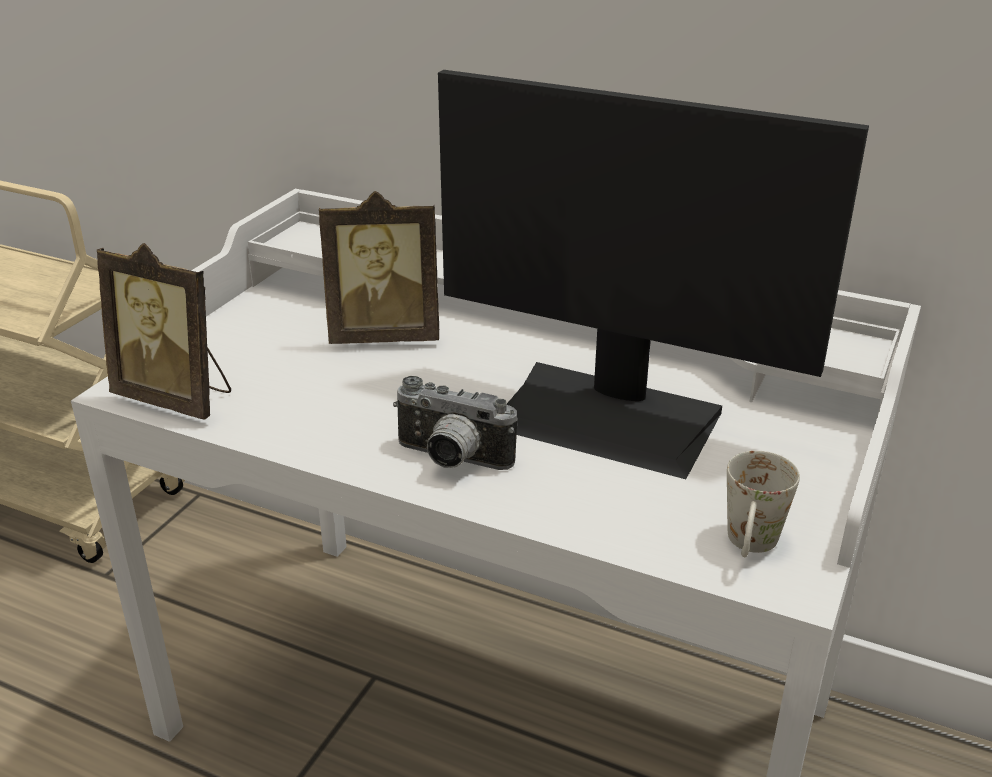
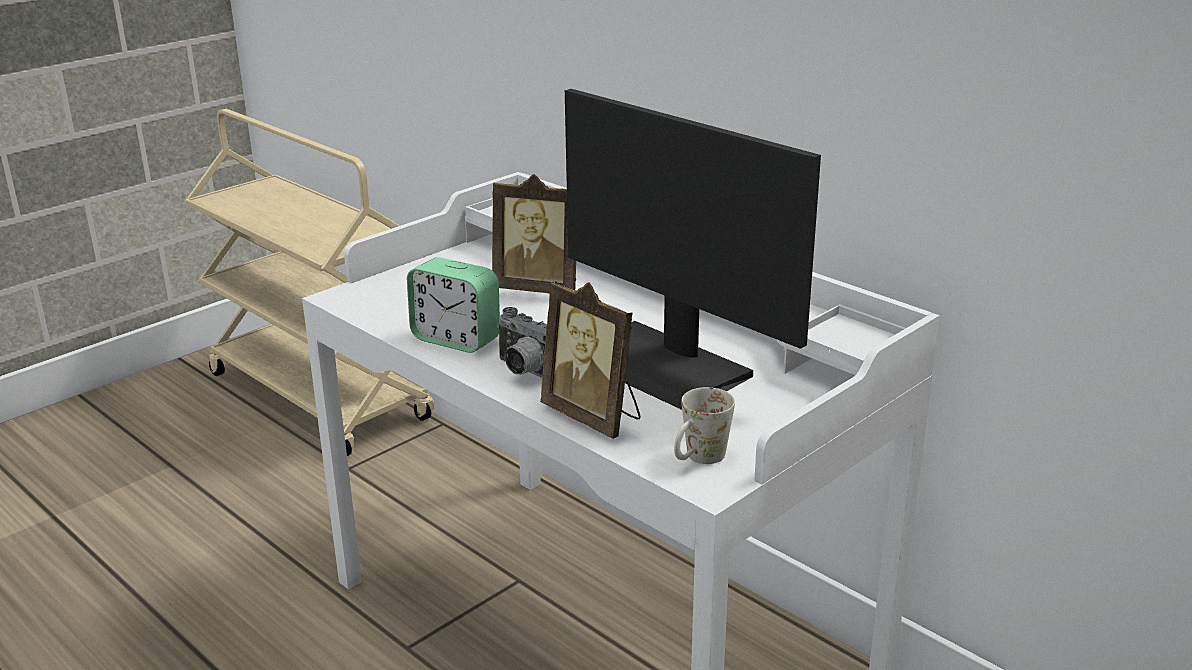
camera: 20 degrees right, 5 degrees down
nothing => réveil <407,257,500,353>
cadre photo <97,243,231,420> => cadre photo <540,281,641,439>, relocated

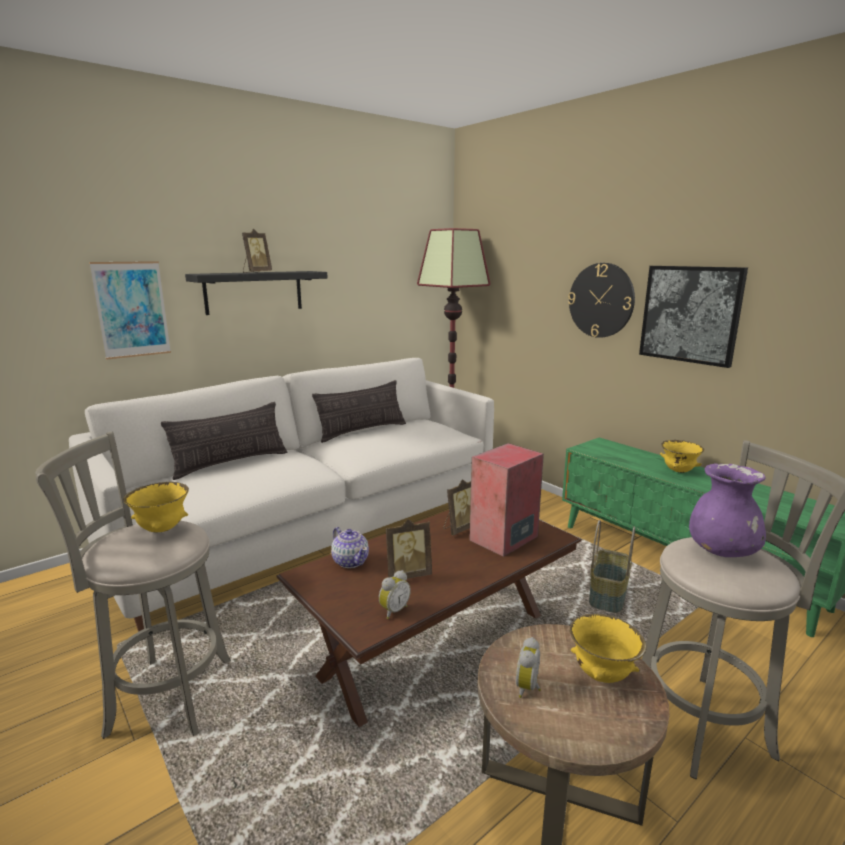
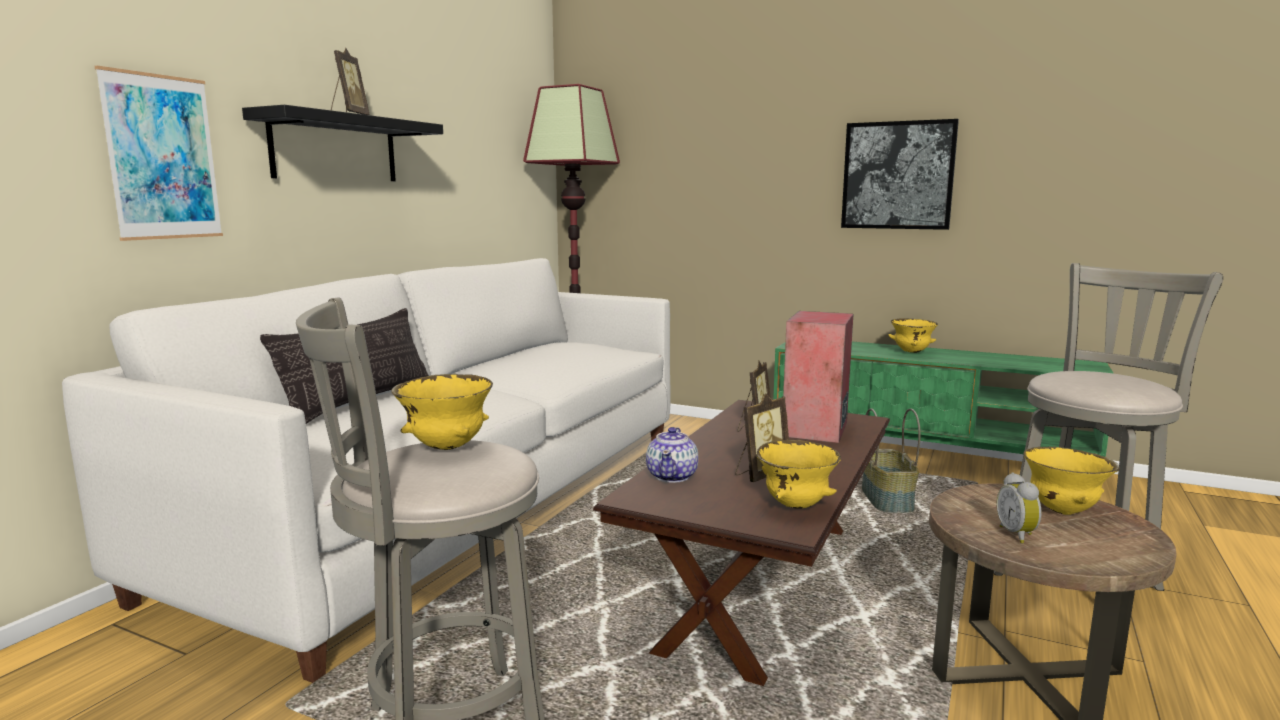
camera: 25 degrees left, 5 degrees down
coussin <312,380,406,443> => nothing
horloge murale <568,263,635,338> => nothing
vase/violet <689,463,766,557> => nothing
réveil <379,570,411,619> => bol/jaune <756,440,841,508>
théière <331,527,369,568> => théière <646,427,698,483>, 75 degrees clockwise

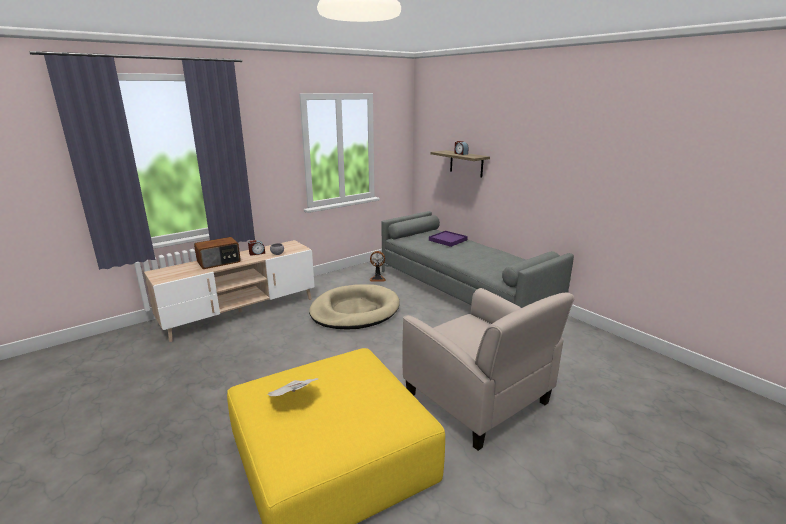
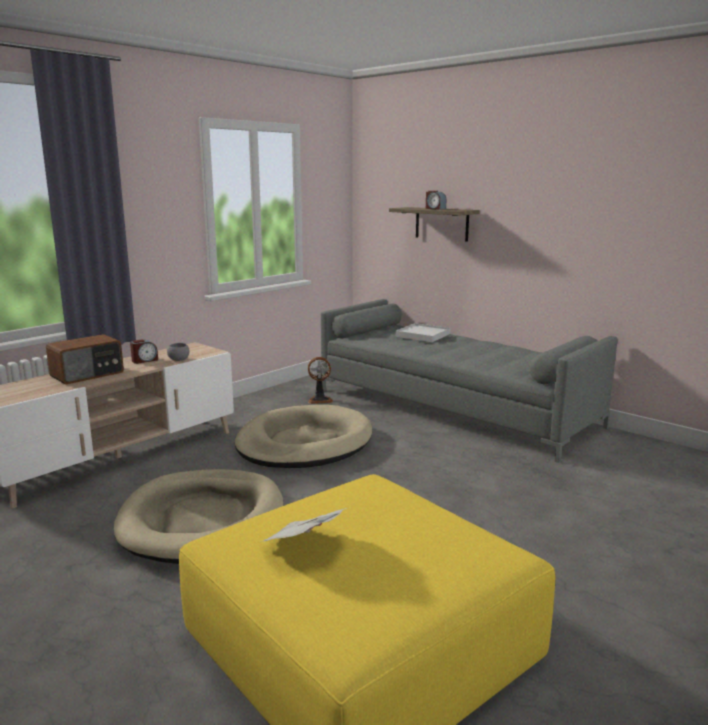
camera: 10 degrees left, 5 degrees down
fauteuil/beige <403,288,574,451> => nothing
nothing => panier pour chien/beige <114,469,284,564>
plateau/violet <429,231,468,247> => plateau/blanc <395,323,451,342>

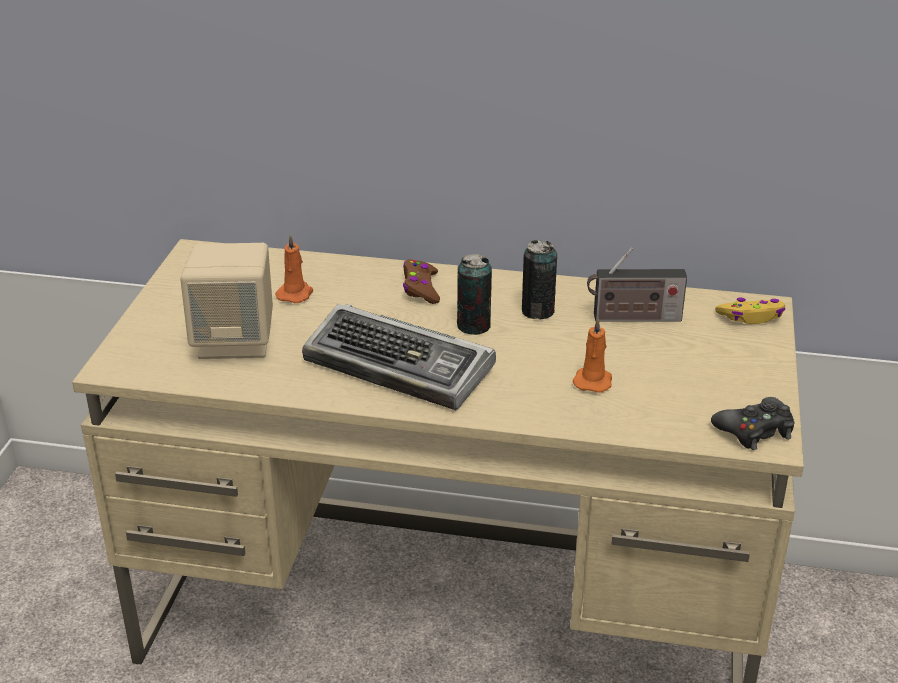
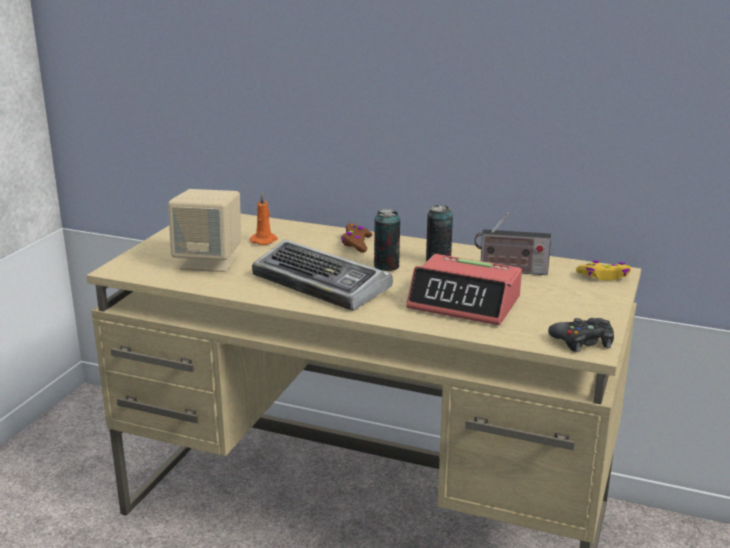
camera: 10 degrees right, 10 degrees down
bougie/orange <573,317,612,393> => réveil <406,254,522,325>

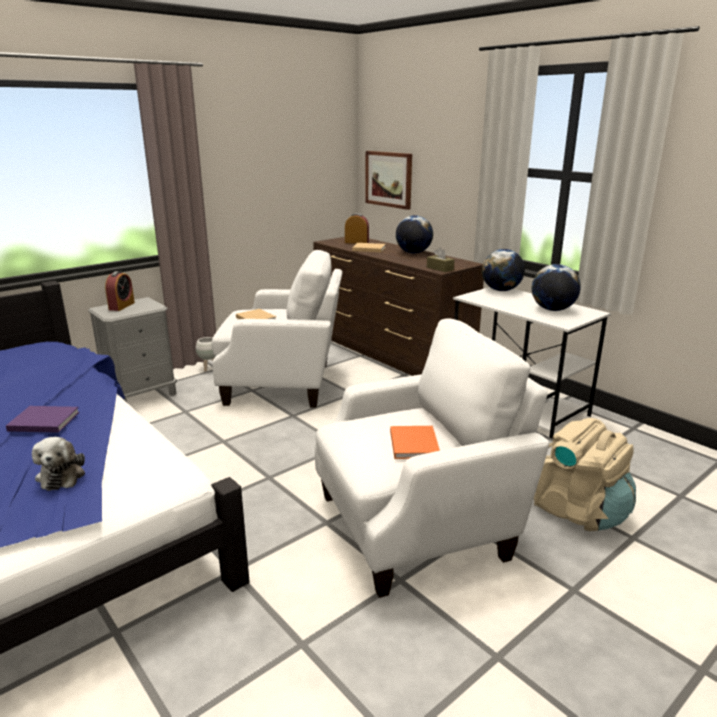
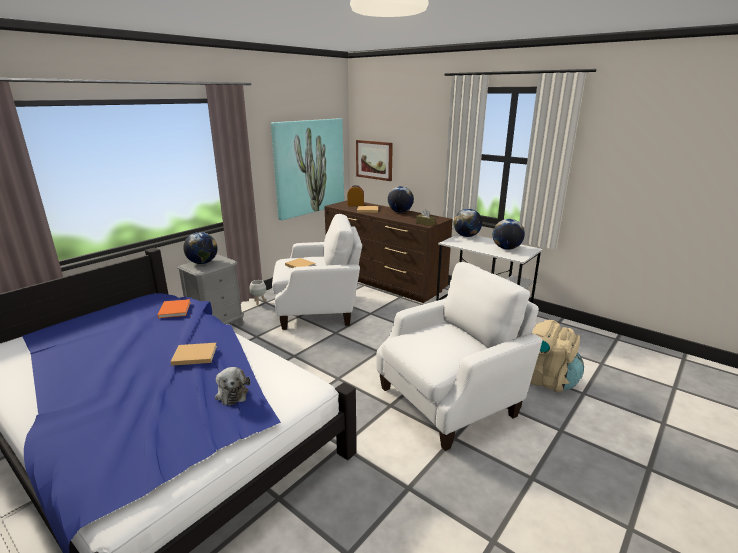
camera: 10 degrees left, 0 degrees up
nothing => tableau <271,118,344,220>
livre/orange <390,426,440,459> => livre/orange <158,299,191,318>, relocated
réveil <105,271,135,311> => globe <183,232,218,264>
livre/violet <6,406,79,433> => livre/beige <171,343,217,366>

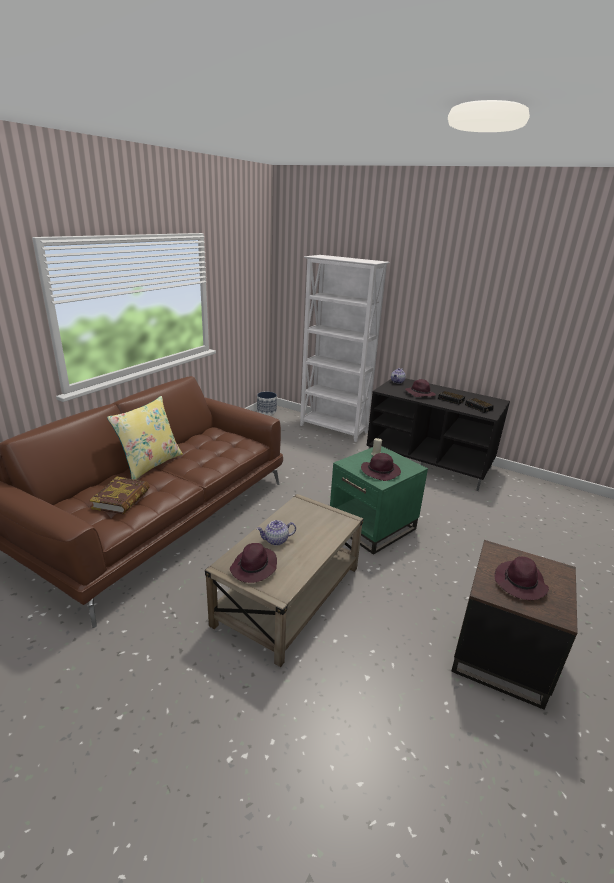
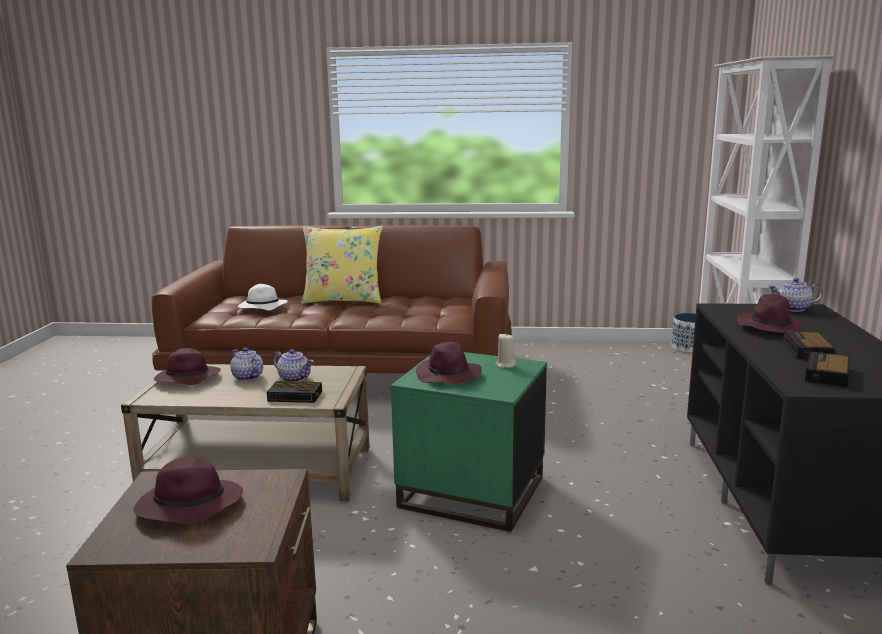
camera: 65 degrees right, 10 degrees down
nothing => réveil <267,381,322,403>
nothing => théière <273,349,313,382>
livre <90,477,150,514> => chapeau/blanc <238,284,288,311>

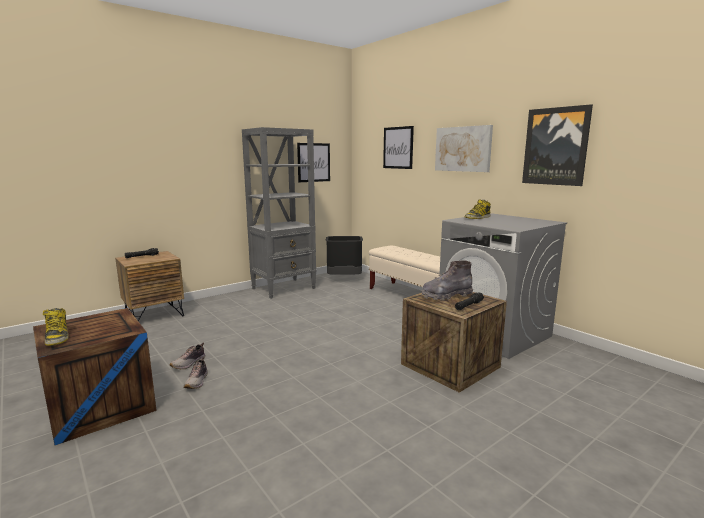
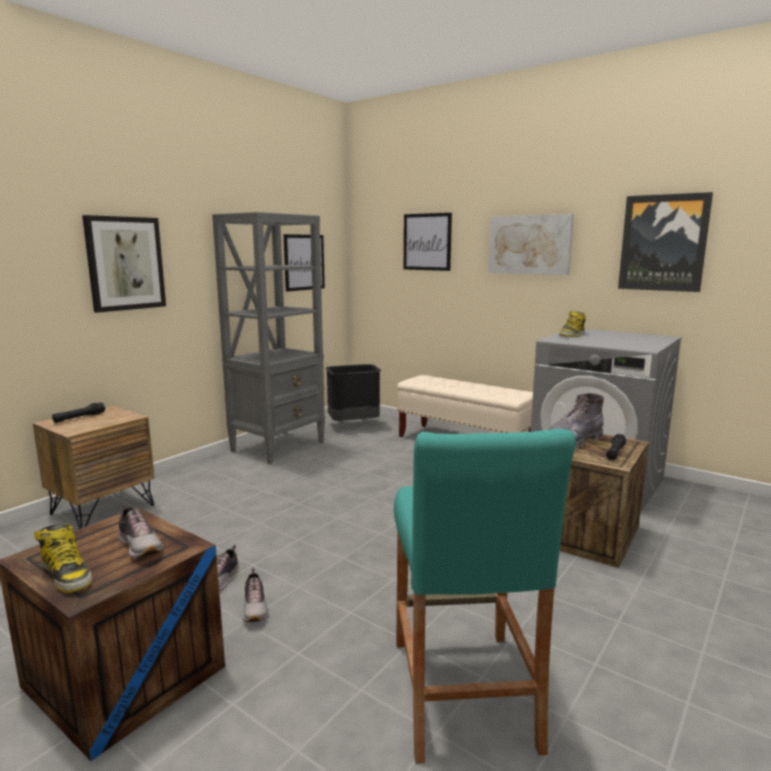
camera: 15 degrees left, 0 degrees up
nothing => tableau <82,215,166,313>
nothing => chaussure <119,503,163,558>
nothing => tabouret/turquoise <394,429,576,764>

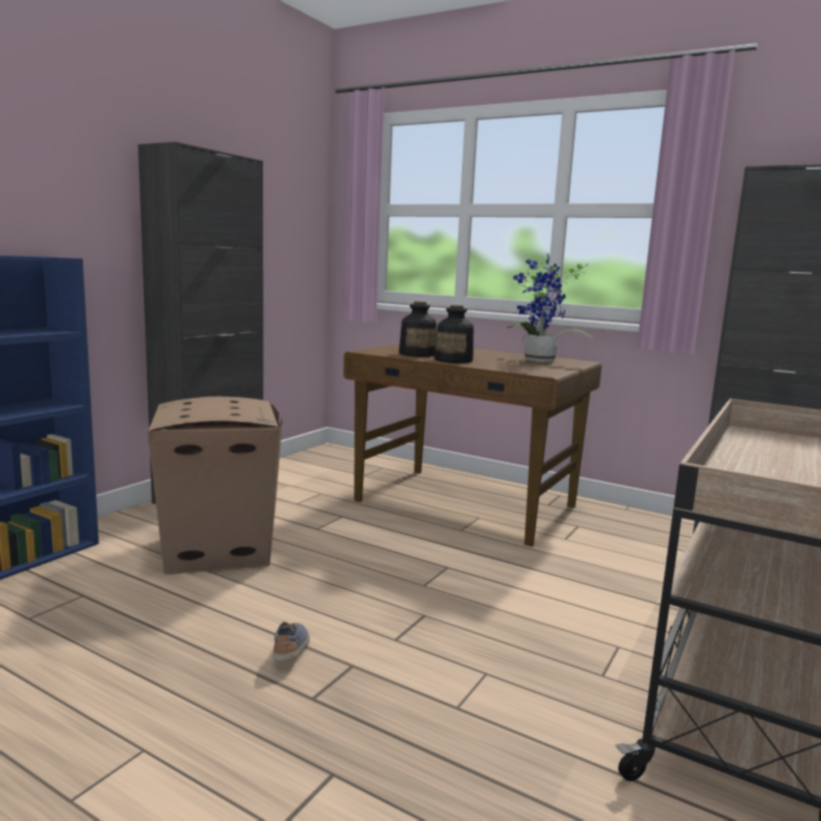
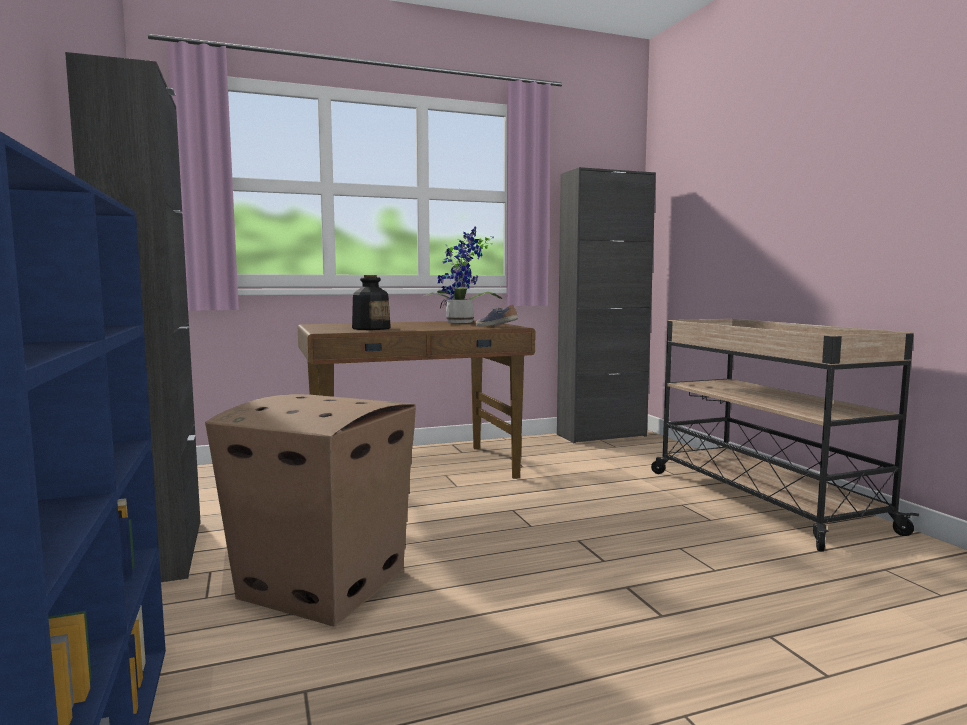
camera: 50 degrees left, 5 degrees down
bouteille <434,305,474,363> => nothing
chaussure <273,622,310,661> => chaussure <475,305,518,327>, relocated

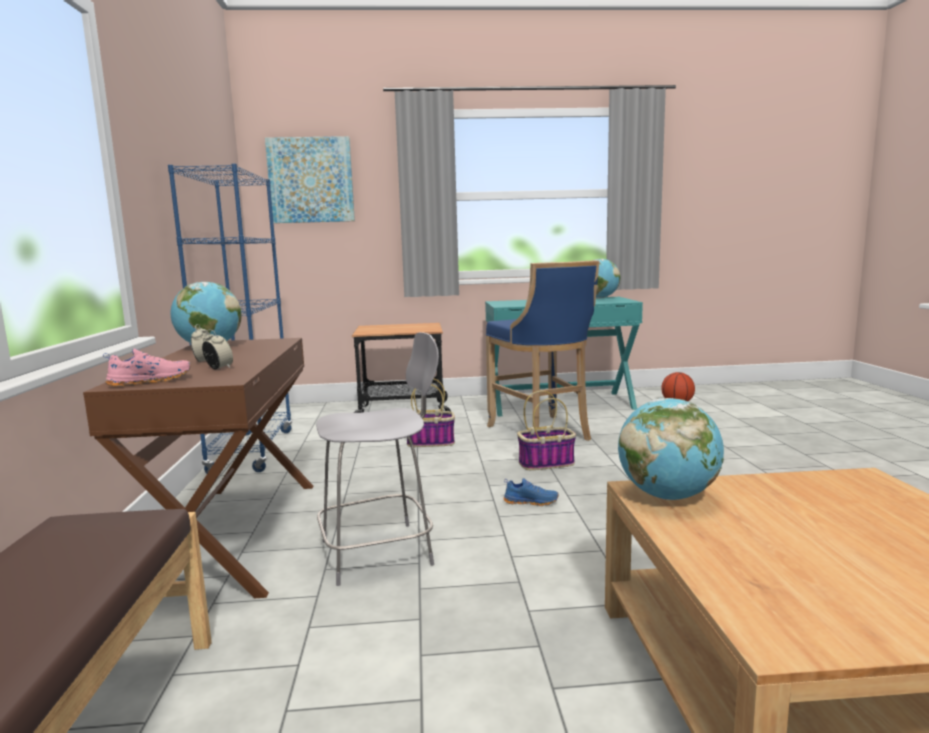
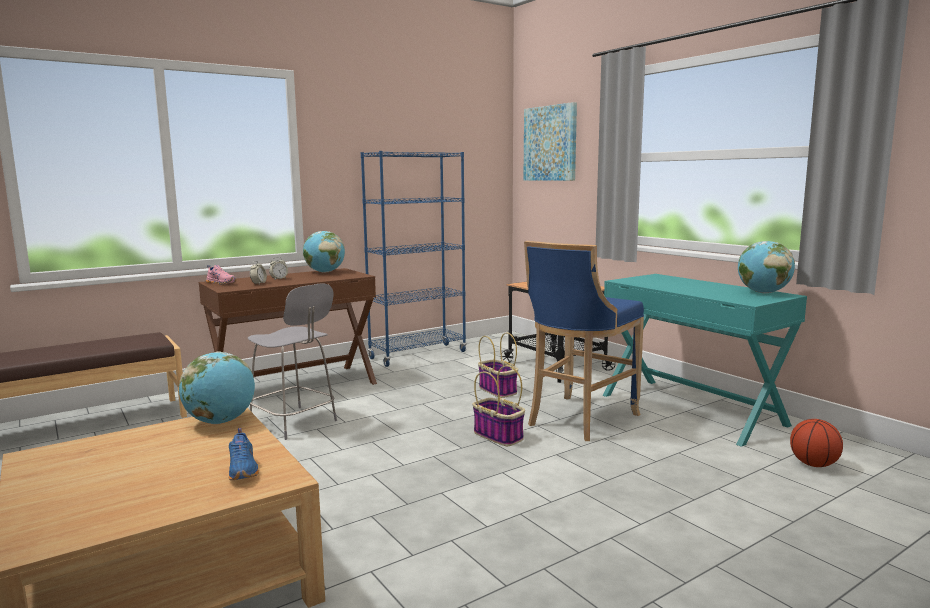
camera: 60 degrees right, 0 degrees up
chaussure/bleu <503,478,559,506> => chaussure/bleu <229,428,259,480>, relocated

